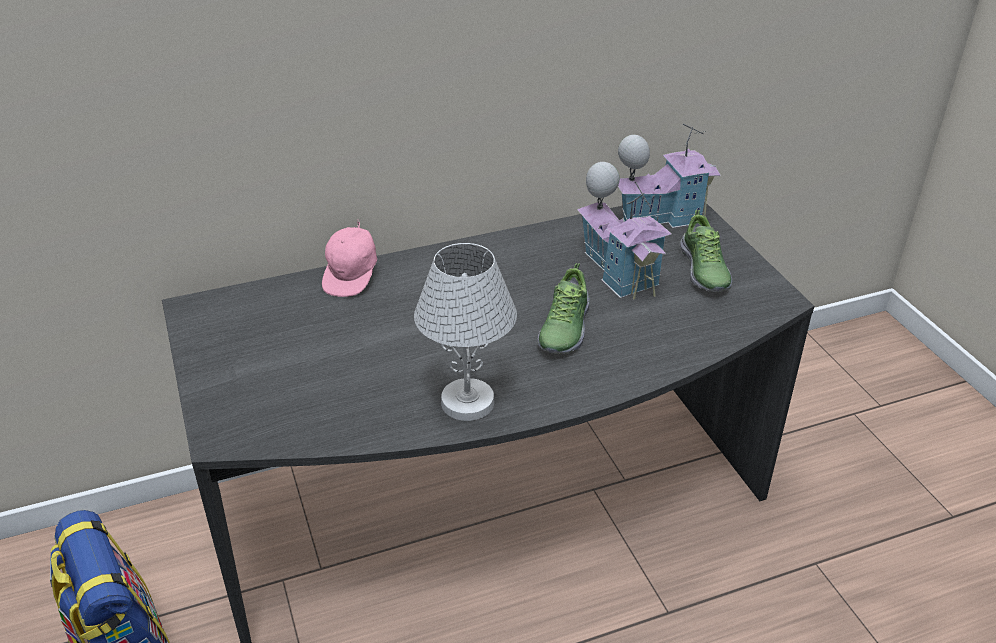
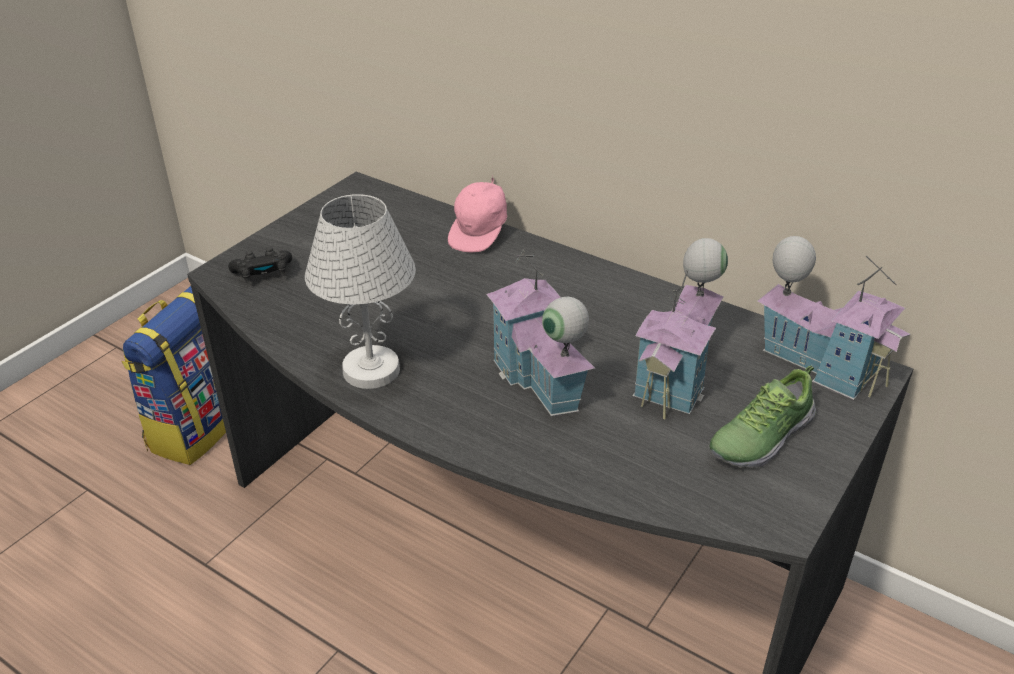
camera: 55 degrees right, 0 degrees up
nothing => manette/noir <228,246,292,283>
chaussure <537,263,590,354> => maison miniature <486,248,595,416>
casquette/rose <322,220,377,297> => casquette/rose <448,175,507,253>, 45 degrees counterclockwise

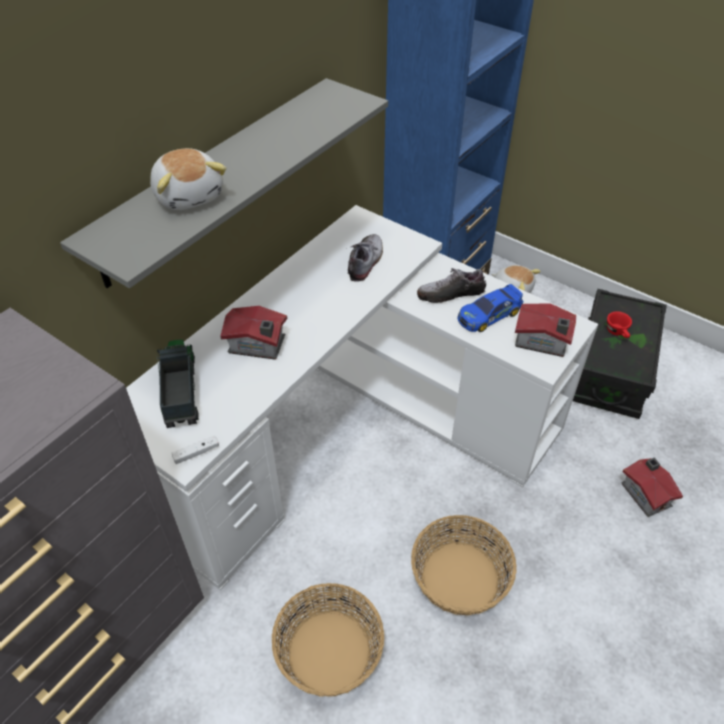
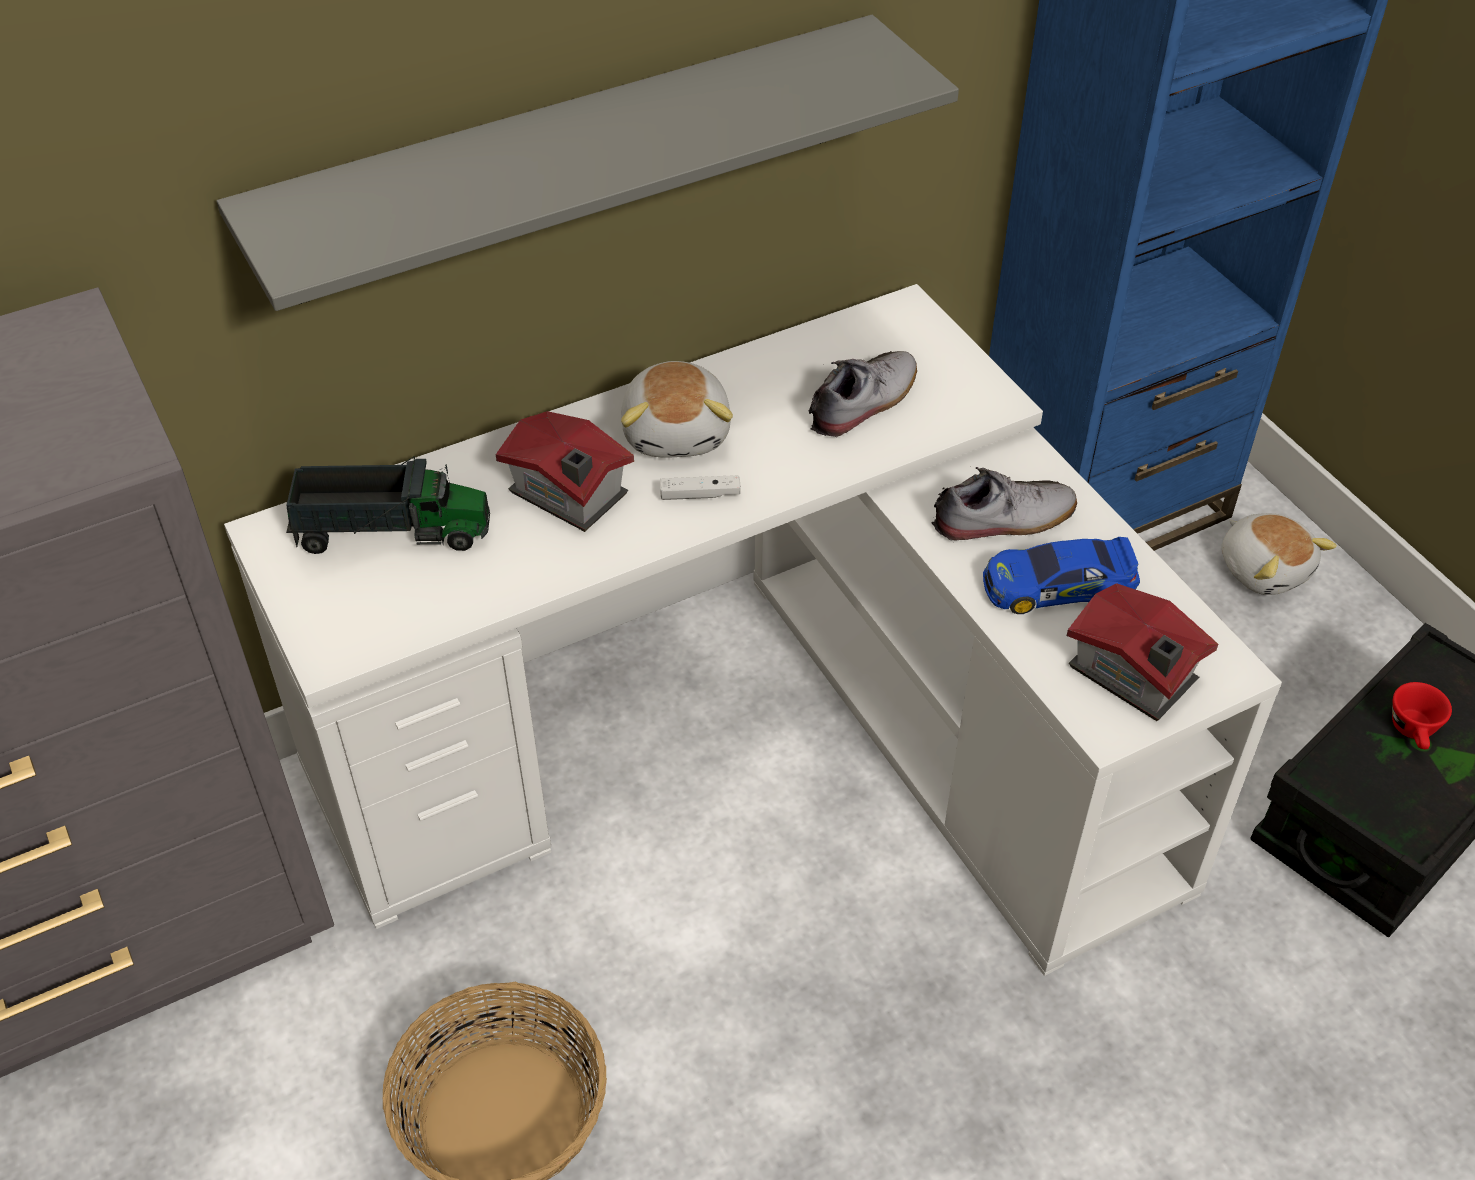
camera: 25 degrees right, 0 degrees up
panier <411,515,517,616> => nothing
maison miniature <621,457,683,517> => nothing
peluche <150,148,226,210> => peluche <621,361,733,457>, relocated
manette/blanc <171,435,219,464> => manette/blanc <660,475,741,500>, relocated
camion jouet <157,340,199,428> => camion jouet <286,456,490,554>, 75 degrees clockwise
chaussure <417,268,486,303> => chaussure <932,466,1077,550>, 150 degrees clockwise

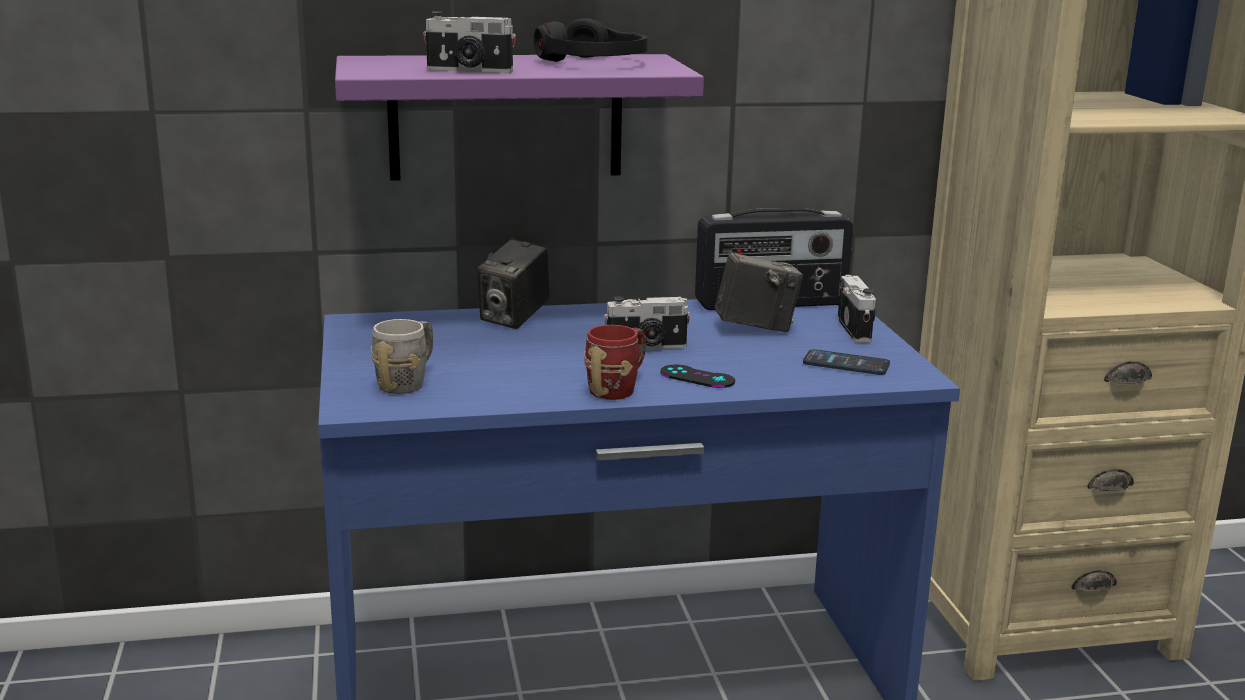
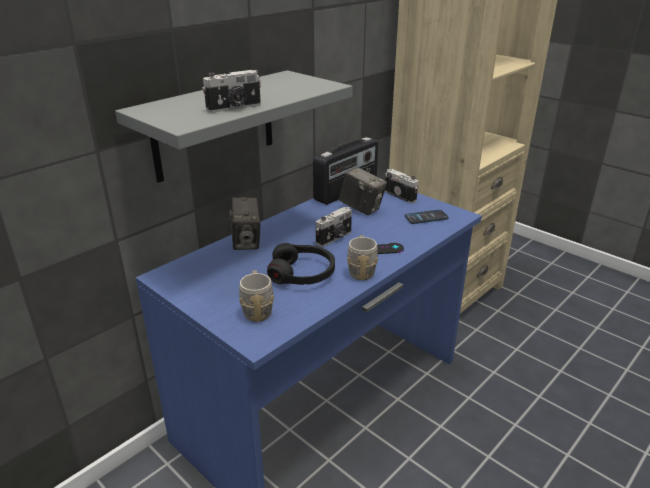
camera: 35 degrees left, 10 degrees up
casque audio/noir <534,18,648,62> => casque audio/noir <267,243,335,285>, relocated
étagère/violet <335,54,704,181> => étagère/gris <115,70,353,183>
mug/rouge <584,325,646,400> => mug/gris <347,235,378,280>
appareil photo <715,252,803,332> => appareil photo <339,167,387,215>, 75 degrees clockwise

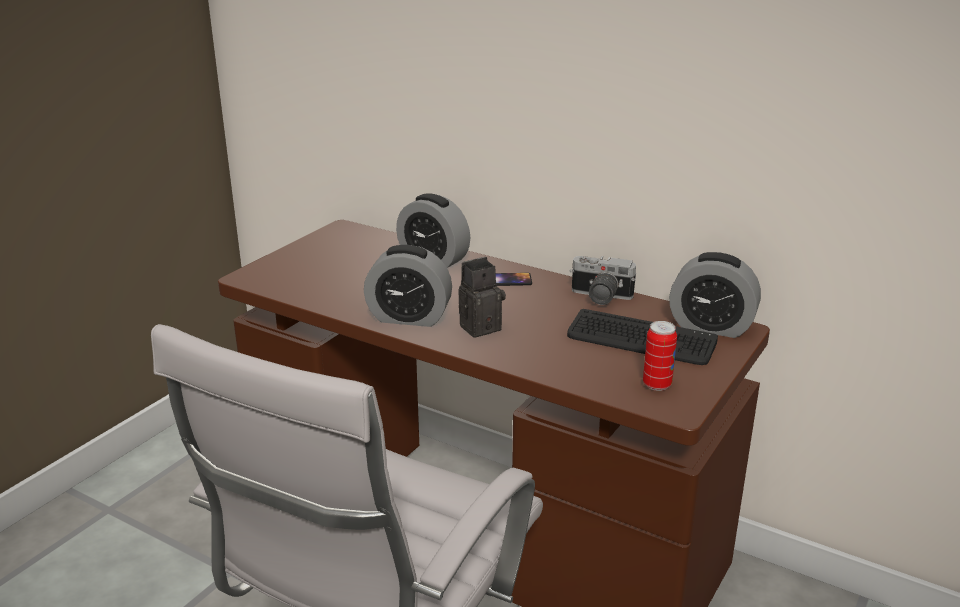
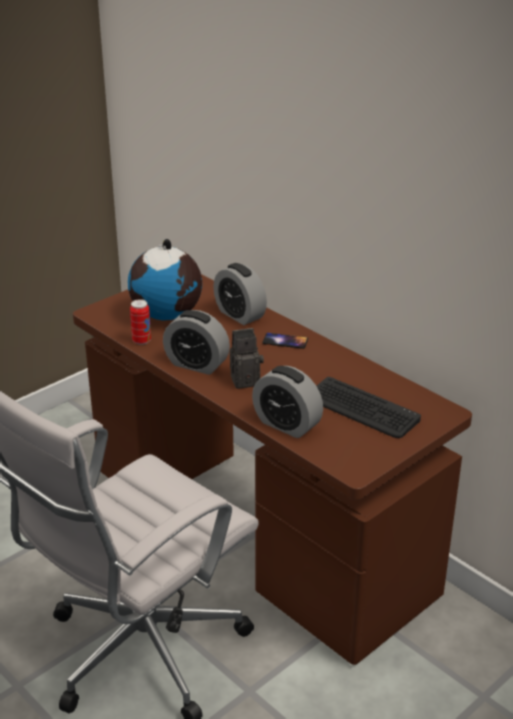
camera: 15 degrees right, 5 degrees up
appareil photo <570,256,636,305> => nothing
nothing => globe <128,239,202,321>
boîte métallique <643,321,677,391> => boîte métallique <130,299,151,345>, relocated
réveil <669,252,761,338> => réveil <252,366,323,438>, relocated

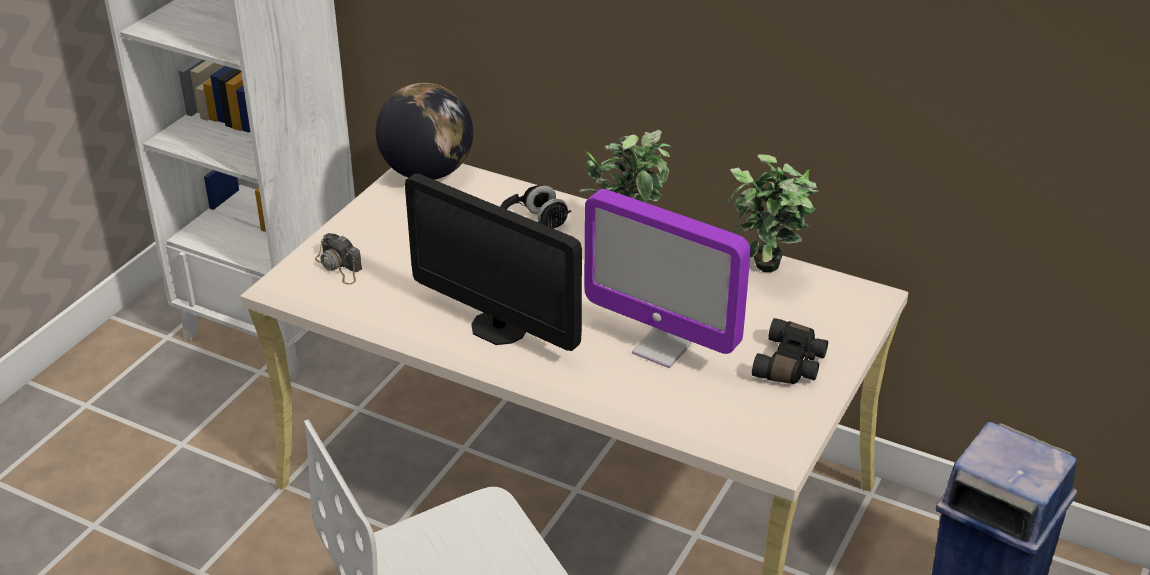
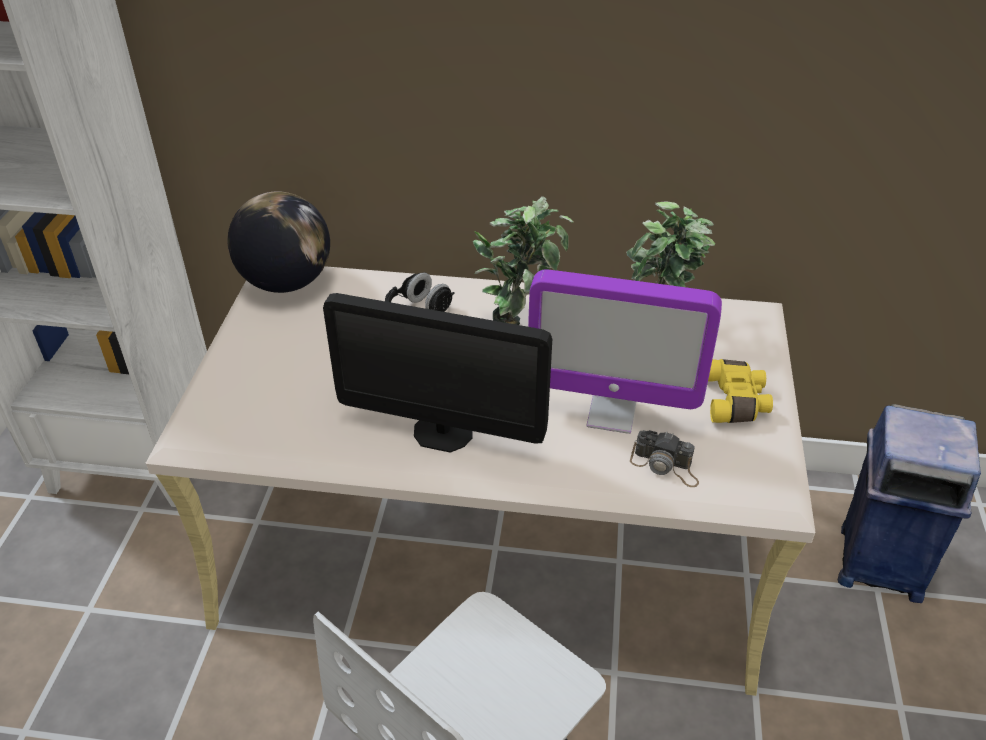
camera: 20 degrees left, 5 degrees up
appareil photo <315,233,362,285> => appareil photo <630,430,699,487>, relocated
jumelles/noir <752,318,828,384> => jumelles/jaune <708,359,773,423>

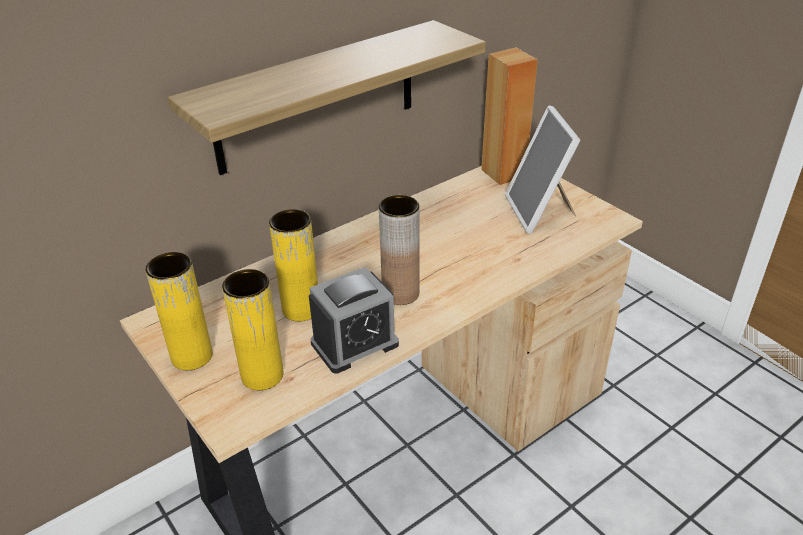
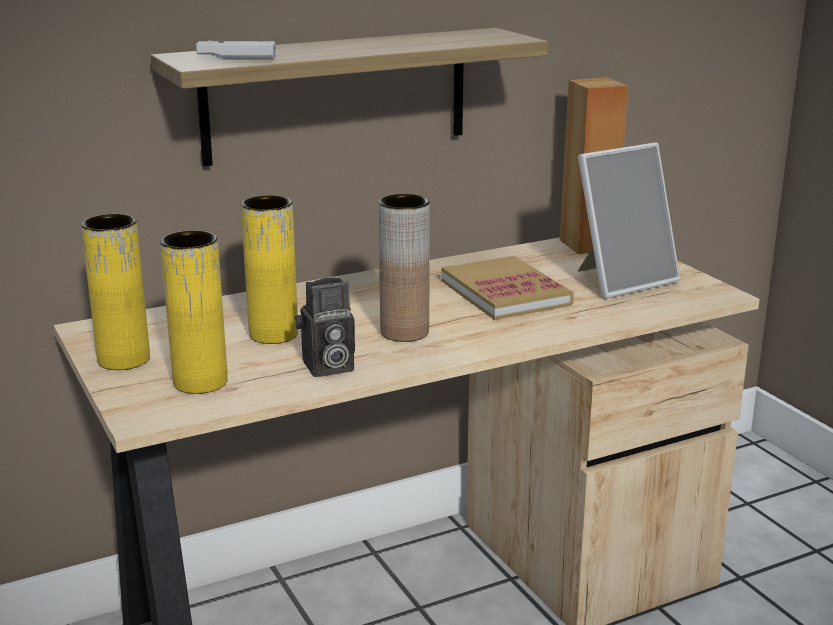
camera: 10 degrees right, 15 degrees down
nothing => manette/blanc <196,40,276,60>
nothing => livre <441,256,574,320>
réveil <309,267,399,373> => appareil photo <295,278,355,377>
cadre photo <505,106,581,234> => cadre photo <578,142,680,299>, 120 degrees counterclockwise

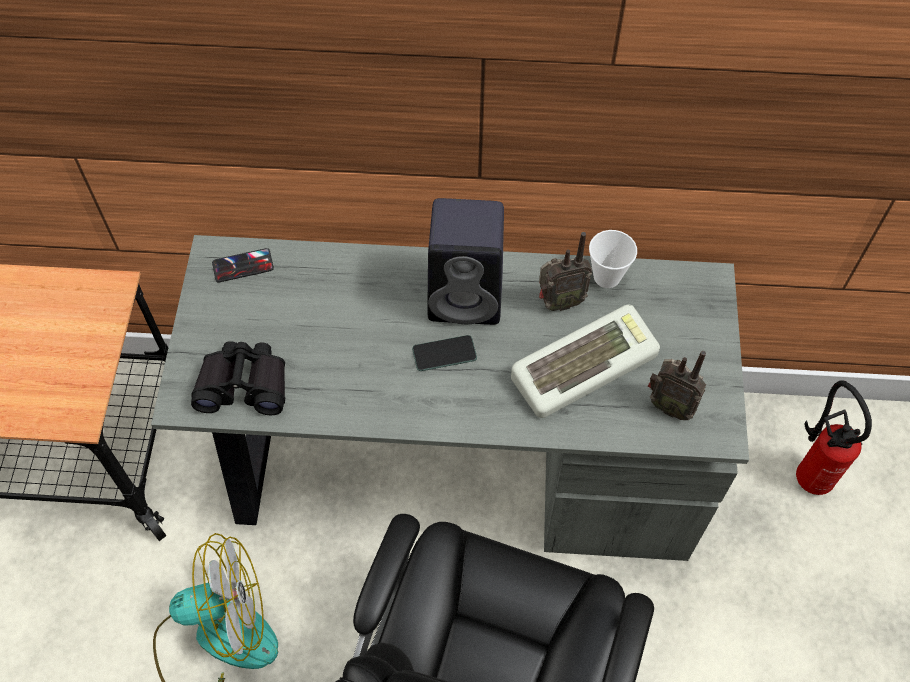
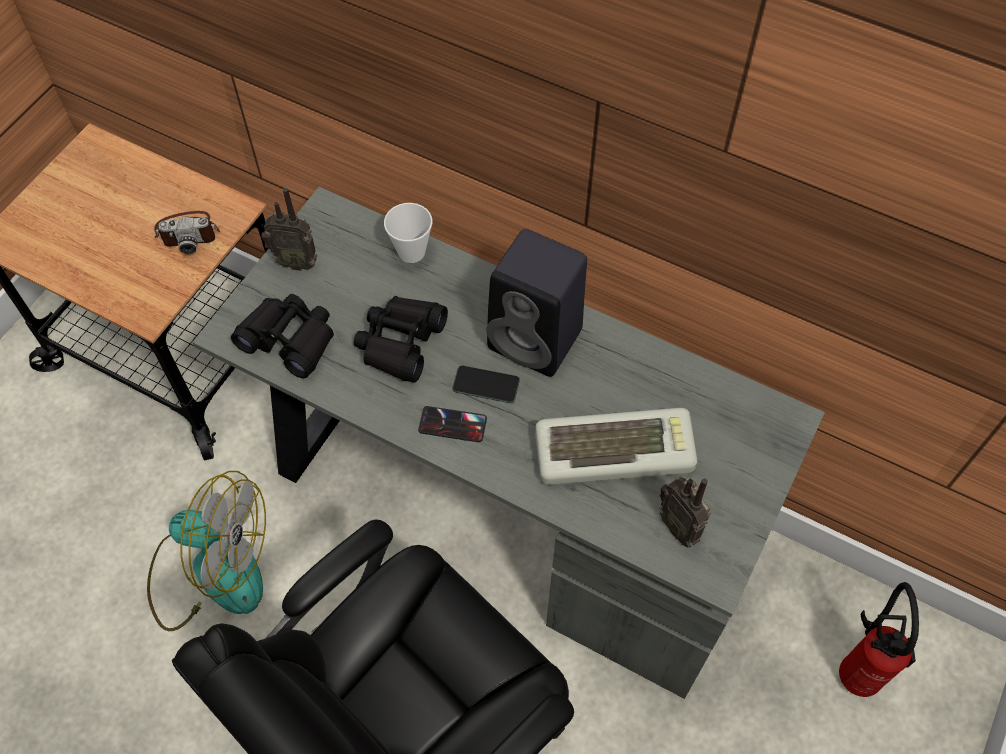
camera: 25 degrees right, 0 degrees up
nothing => appareil photo <154,211,220,254>
nothing => jumelles/noir <354,296,448,383>
téléphone <212,248,274,283> => téléphone <418,406,487,442>, relocated
radio <539,232,592,311> => radio <262,188,318,271>, relocated
tasse <589,230,637,288> => tasse <384,203,433,263>, relocated

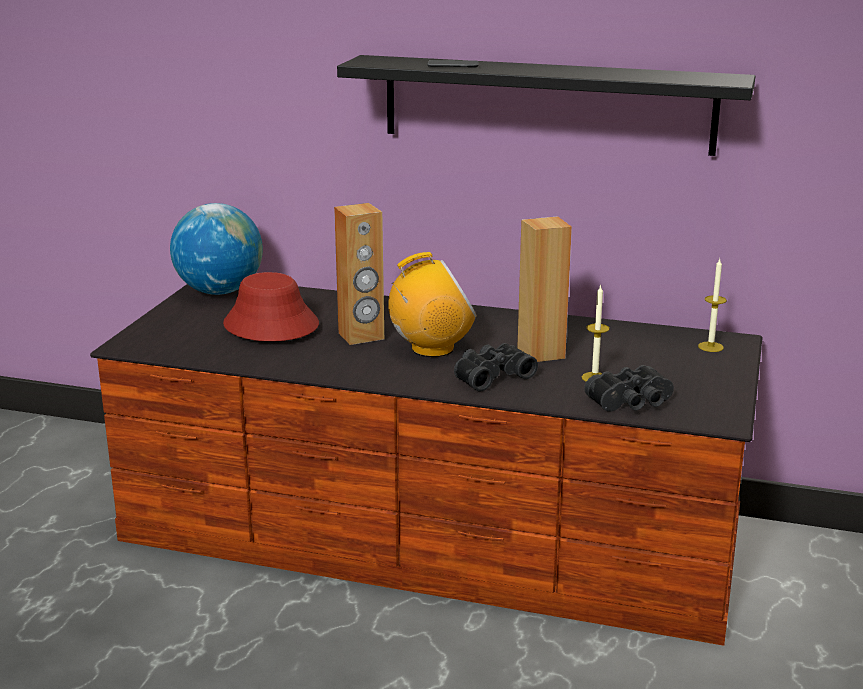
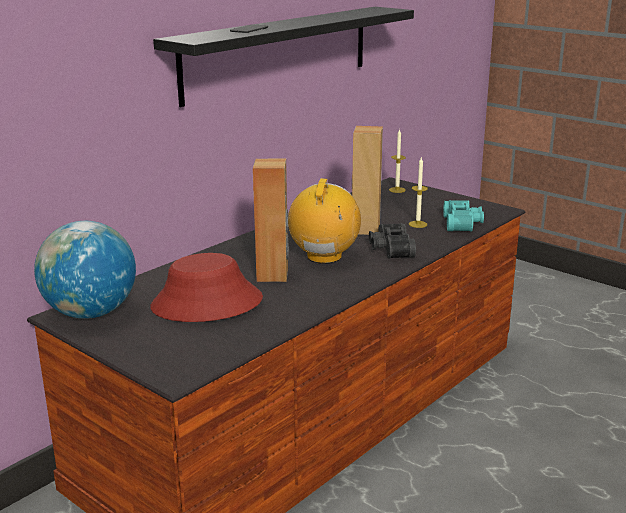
camera: 65 degrees left, 0 degrees up
jumelles/noir <584,365,674,412> => jumelles/turquoise <443,200,484,232>

